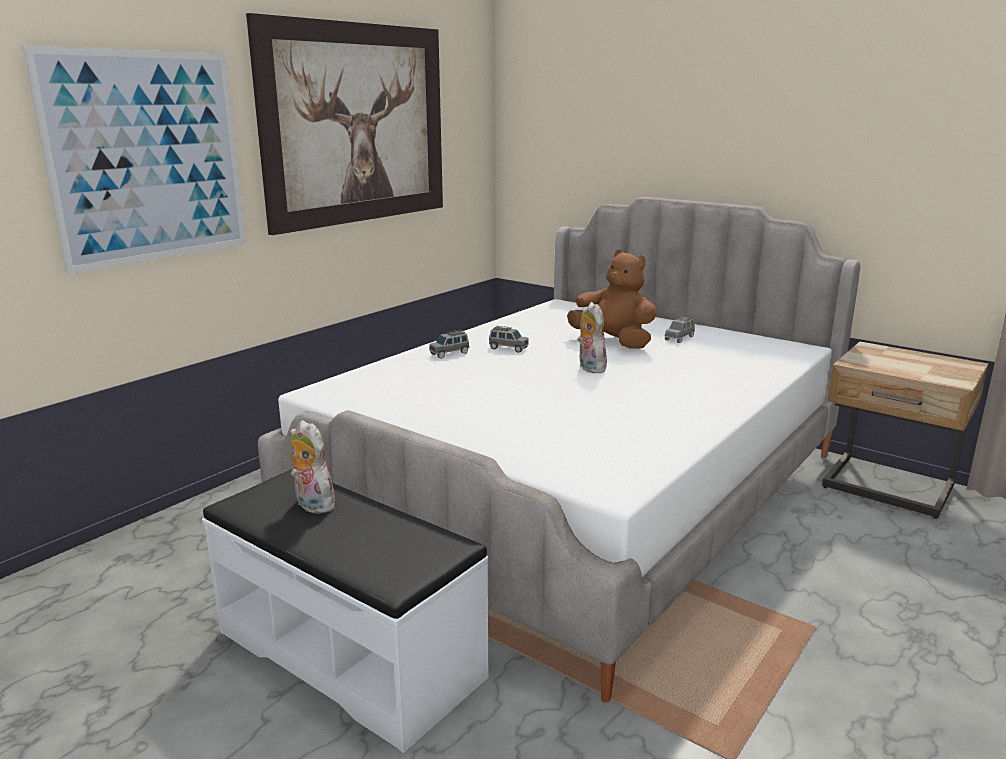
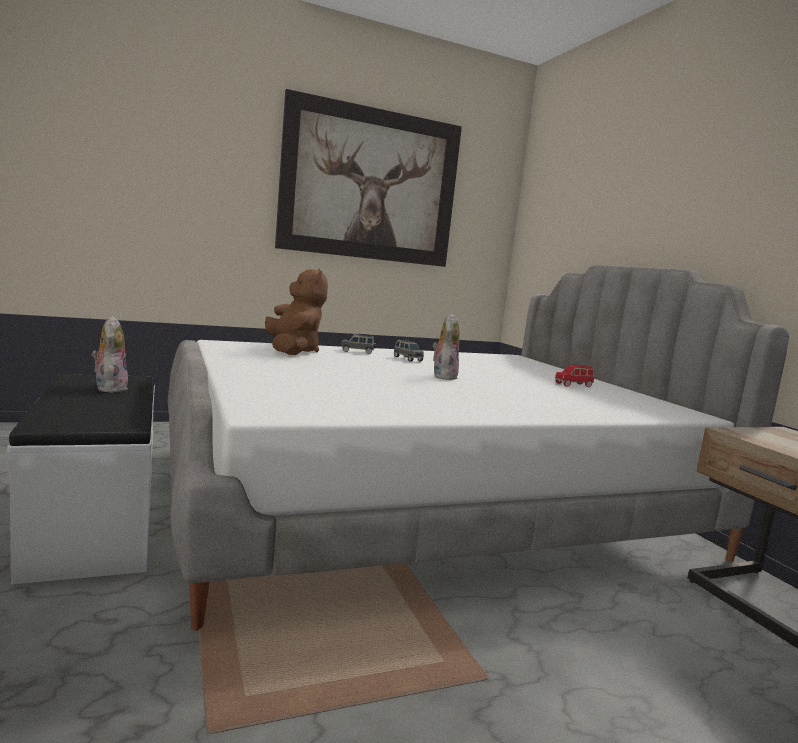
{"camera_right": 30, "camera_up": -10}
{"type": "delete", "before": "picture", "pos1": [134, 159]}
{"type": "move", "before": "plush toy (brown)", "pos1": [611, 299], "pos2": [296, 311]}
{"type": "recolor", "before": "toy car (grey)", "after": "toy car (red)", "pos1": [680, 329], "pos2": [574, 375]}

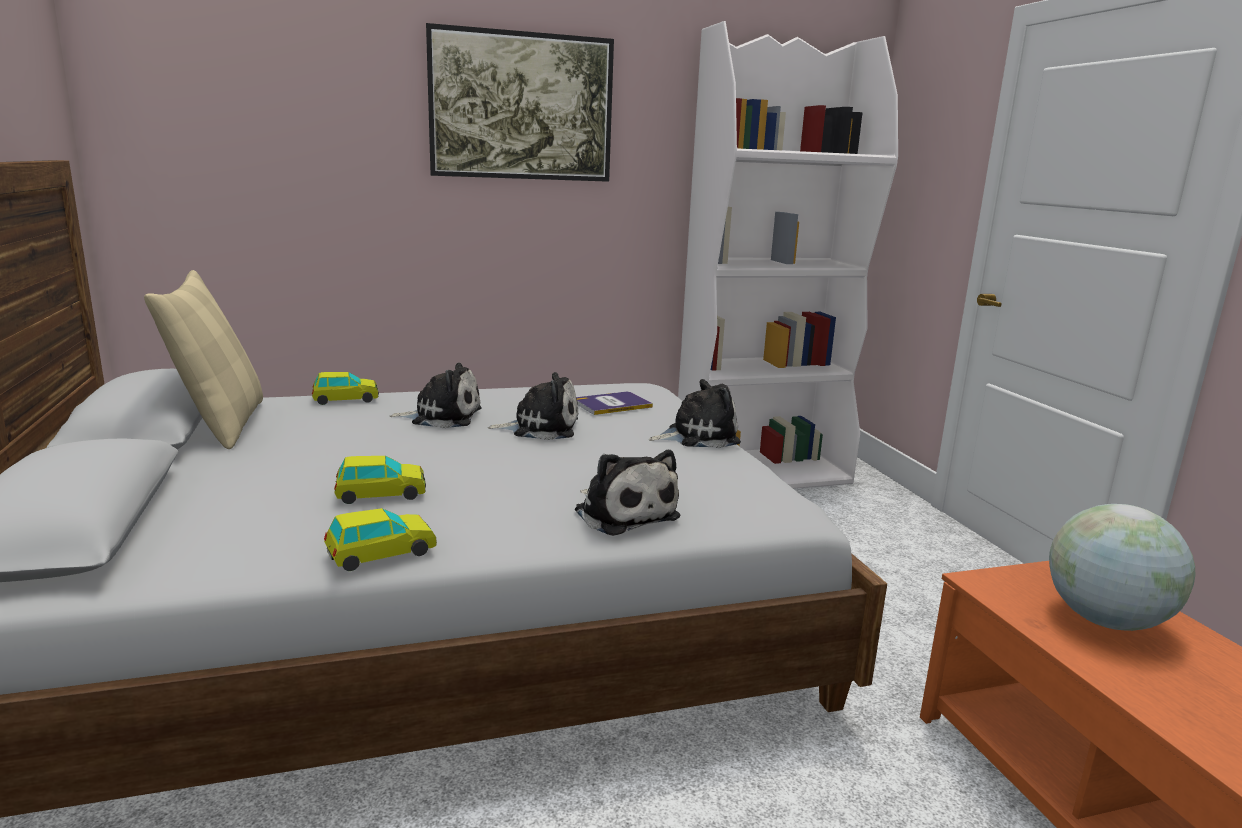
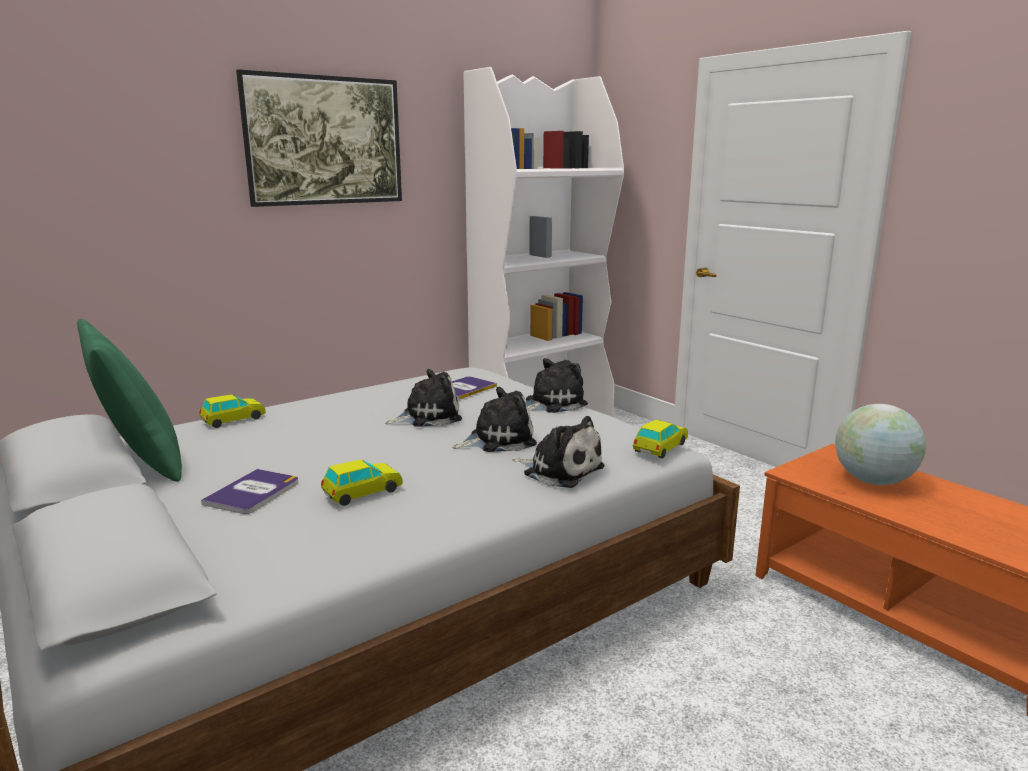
{"camera_right": -20, "camera_up": 0}
{"type": "recolor", "before": "pillow (beige)", "after": "pillow (green)", "pos1": [203, 359], "pos2": [129, 400]}
{"type": "move", "before": "plush toy", "pos1": [436, 395], "pos2": [495, 419]}
{"type": "move", "before": "toy car", "pos1": [380, 539], "pos2": [660, 439]}
{"type": "insert", "after": "book", "pos2": [250, 491]}

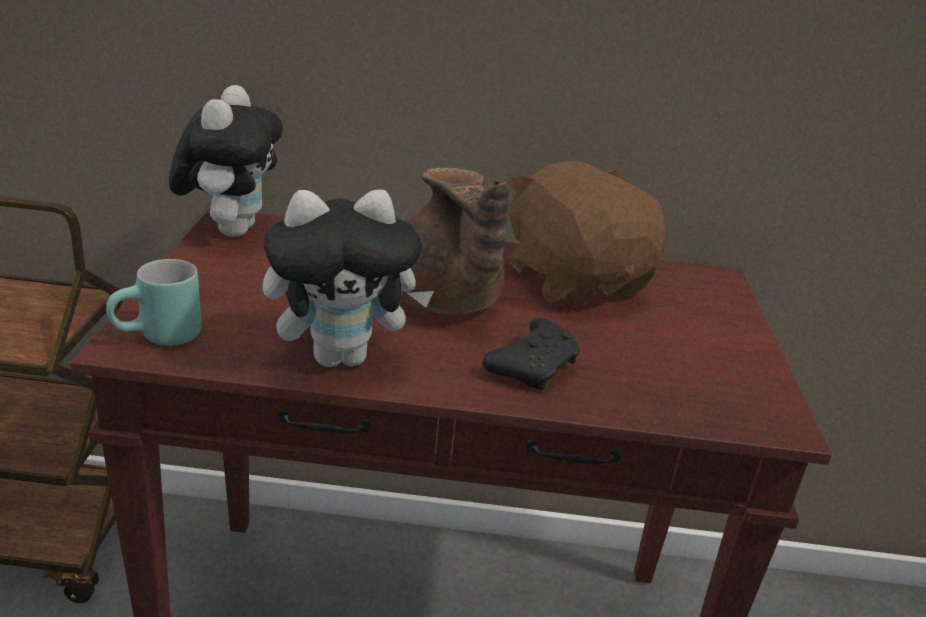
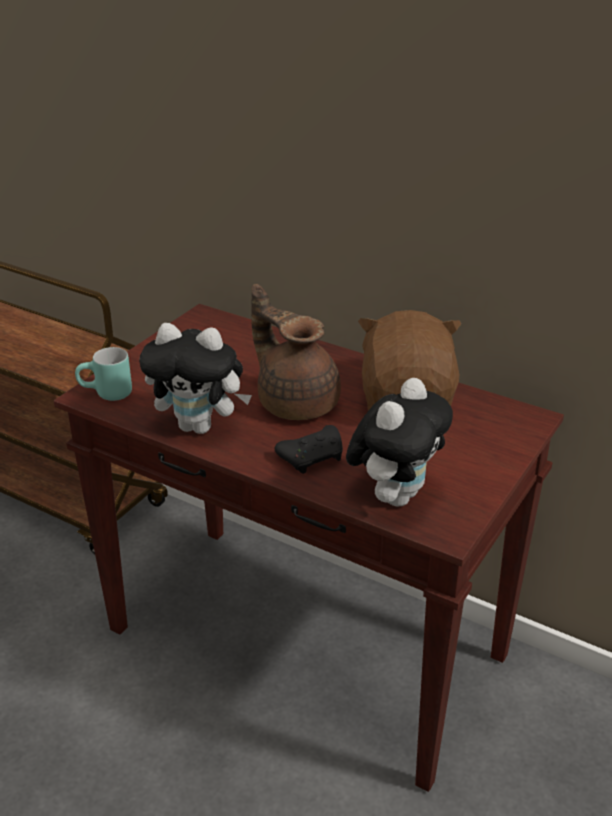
{"camera_right": 30, "camera_up": 5}
{"type": "move", "before": "plush toy", "pos1": [226, 161], "pos2": [399, 442]}
{"type": "rotate", "before": "teapot (brown)", "pos1": [455, 241], "pos2": [296, 352], "turn": 135}

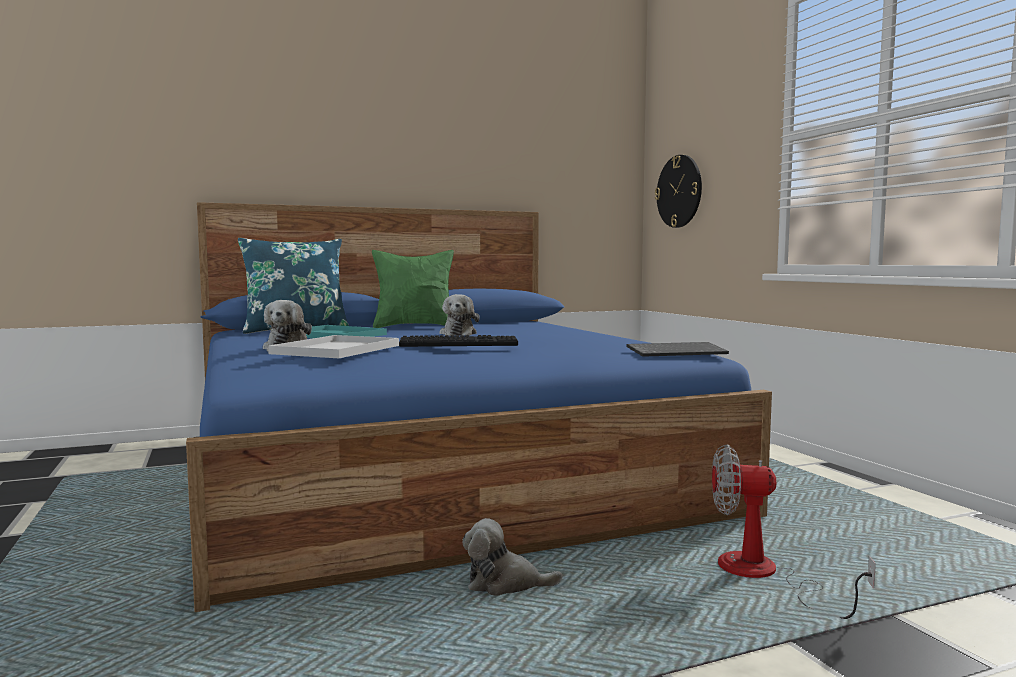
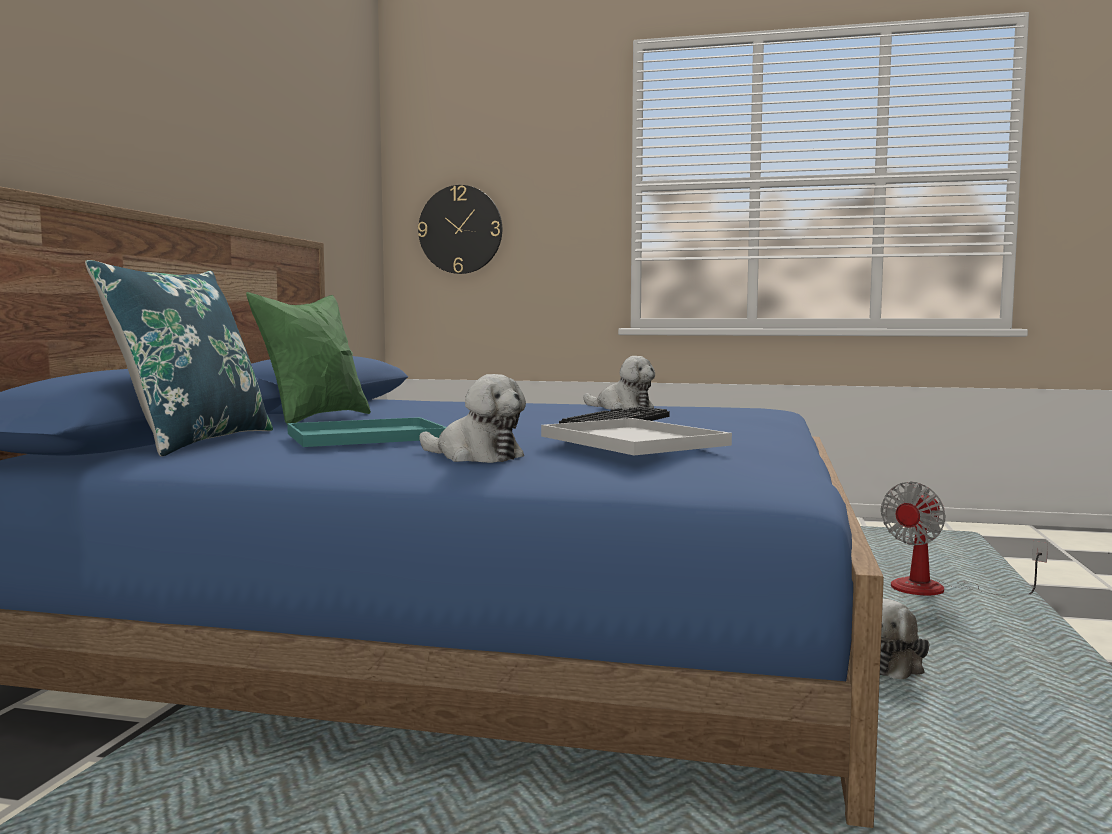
{"camera_right": -55, "camera_up": 0}
{"type": "move", "before": "plush toy", "pos1": [459, 315], "pos2": [619, 383]}
{"type": "delete", "before": "keyboard", "pos1": [677, 349]}

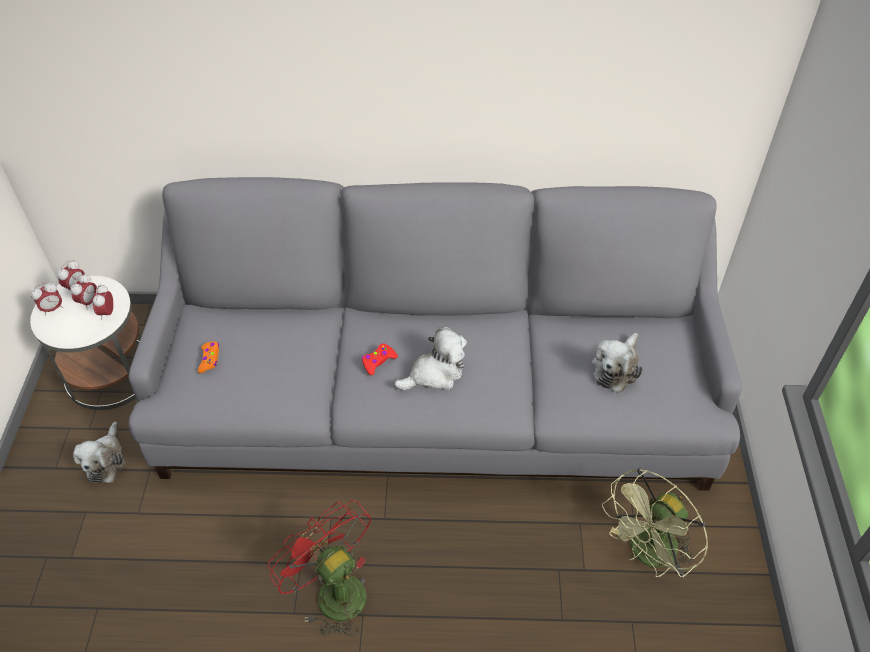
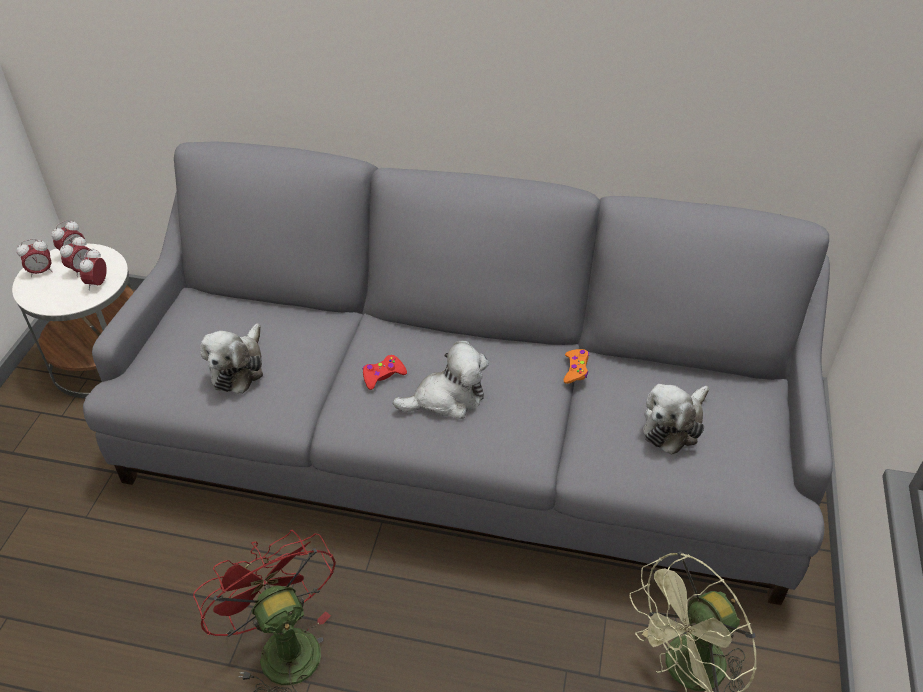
{"camera_right": 10, "camera_up": -5}
{"type": "move", "before": "game controller (orange)", "pos1": [208, 357], "pos2": [576, 366]}
{"type": "move", "before": "plush toy", "pos1": [99, 452], "pos2": [231, 358]}

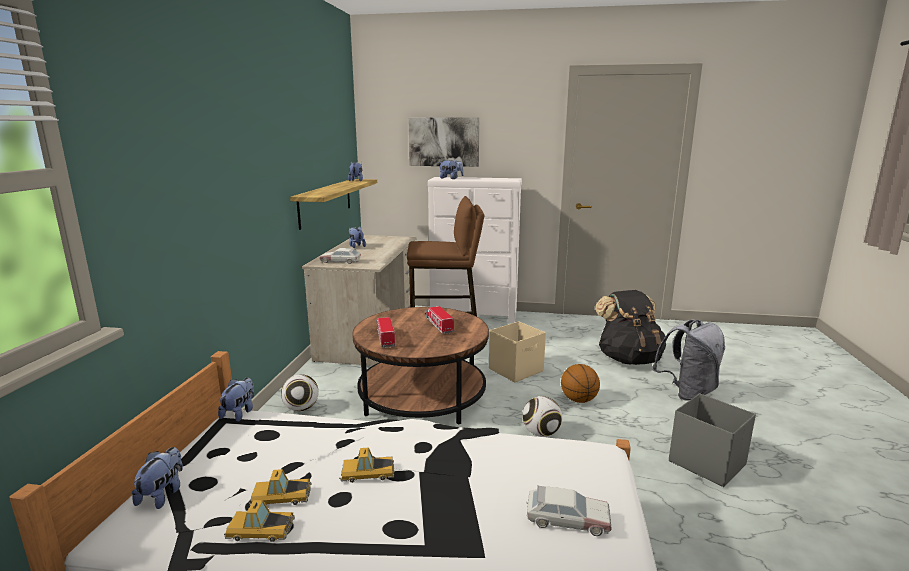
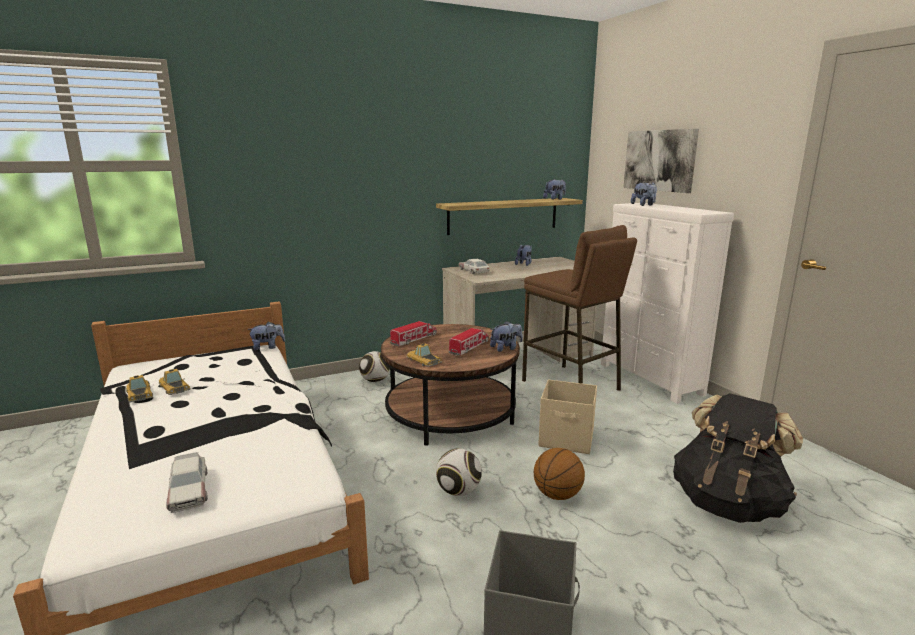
{"camera_right": 55, "camera_up": 0}
{"type": "delete", "before": "backpack (grey)", "pos1": [688, 360]}
{"type": "move", "before": "plush toy", "pos1": [157, 478], "pos2": [506, 336]}
{"type": "move", "before": "toy car", "pos1": [366, 465], "pos2": [424, 355]}

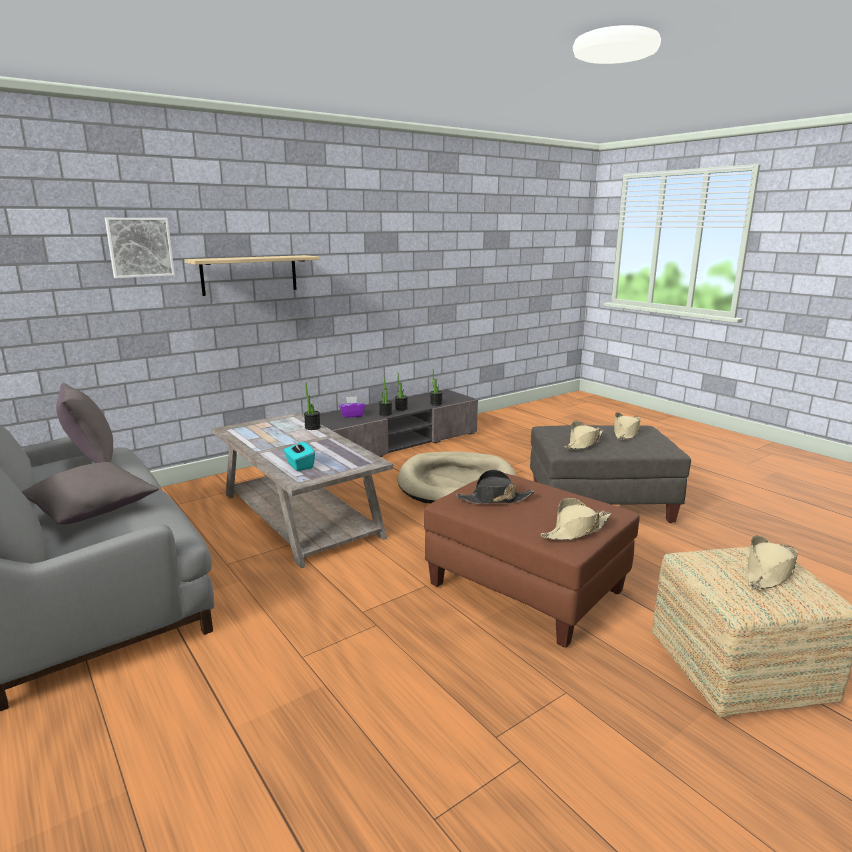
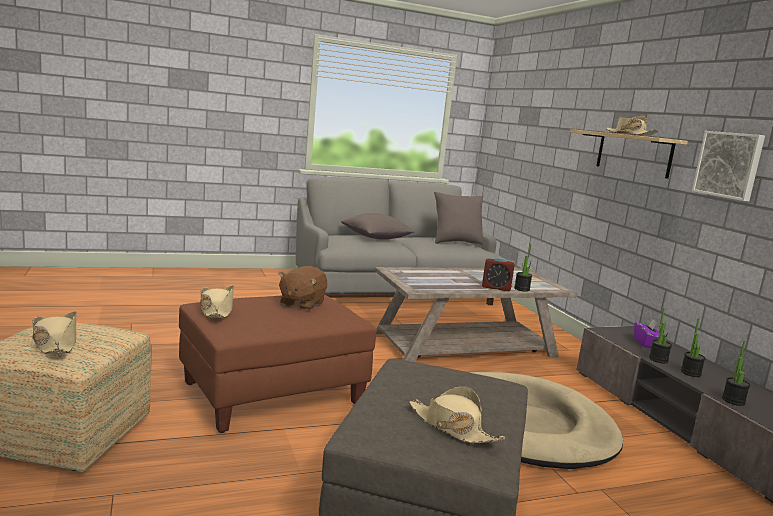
{"camera_right": 105, "camera_up": -5}
{"type": "move", "before": "picture", "pos1": [140, 248], "pos2": [728, 166]}
{"type": "move", "before": "hat (beige)", "pos1": [583, 435], "pos2": [632, 126]}
{"type": "delete", "before": "tissue box (turquoise)", "pos1": [299, 456]}
{"type": "replace", "before": "hat (black)", "after": "plush toy (brown)", "pos1": [495, 486], "pos2": [302, 288]}
{"type": "insert", "after": "alarm clock", "pos2": [498, 274]}

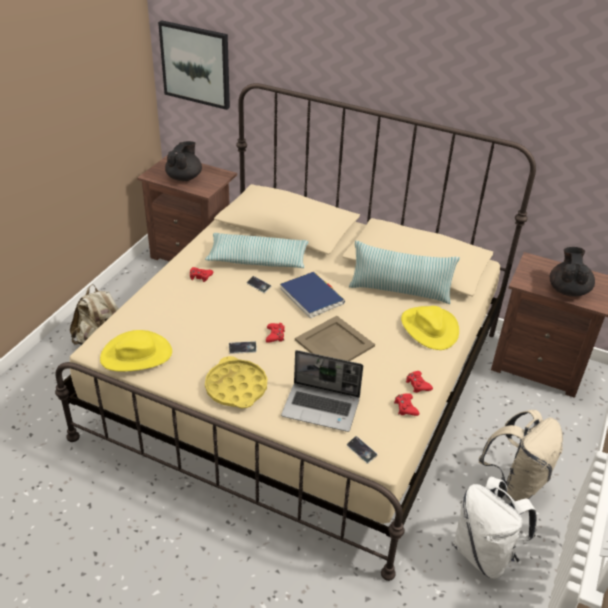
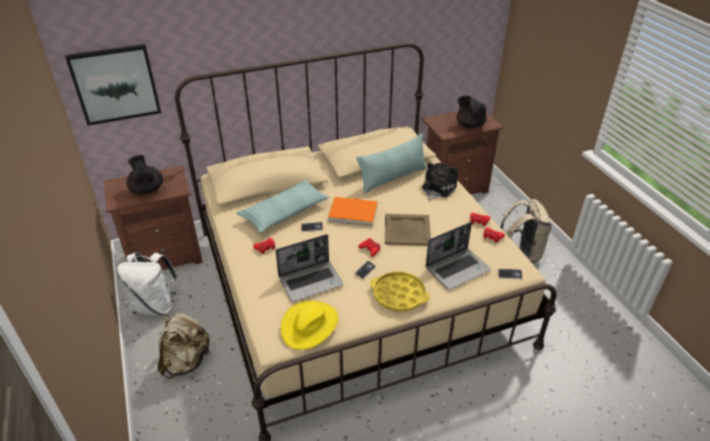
{"camera_right": -45, "camera_up": 0}
{"type": "recolor", "before": "book (blue)", "after": "book (orange)", "pos1": [312, 295], "pos2": [353, 211]}
{"type": "replace", "before": "hat (yellow)", "after": "plush toy", "pos1": [430, 328], "pos2": [440, 182]}
{"type": "move", "before": "backpack (white)", "pos1": [495, 528], "pos2": [147, 284]}
{"type": "insert", "after": "laptop", "pos2": [310, 268]}

